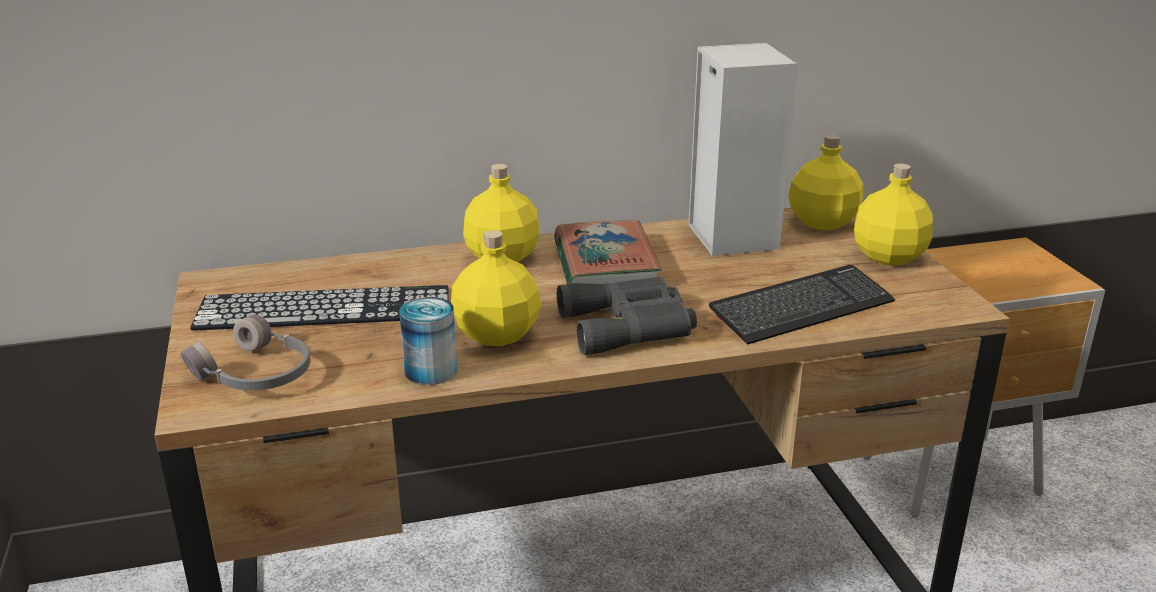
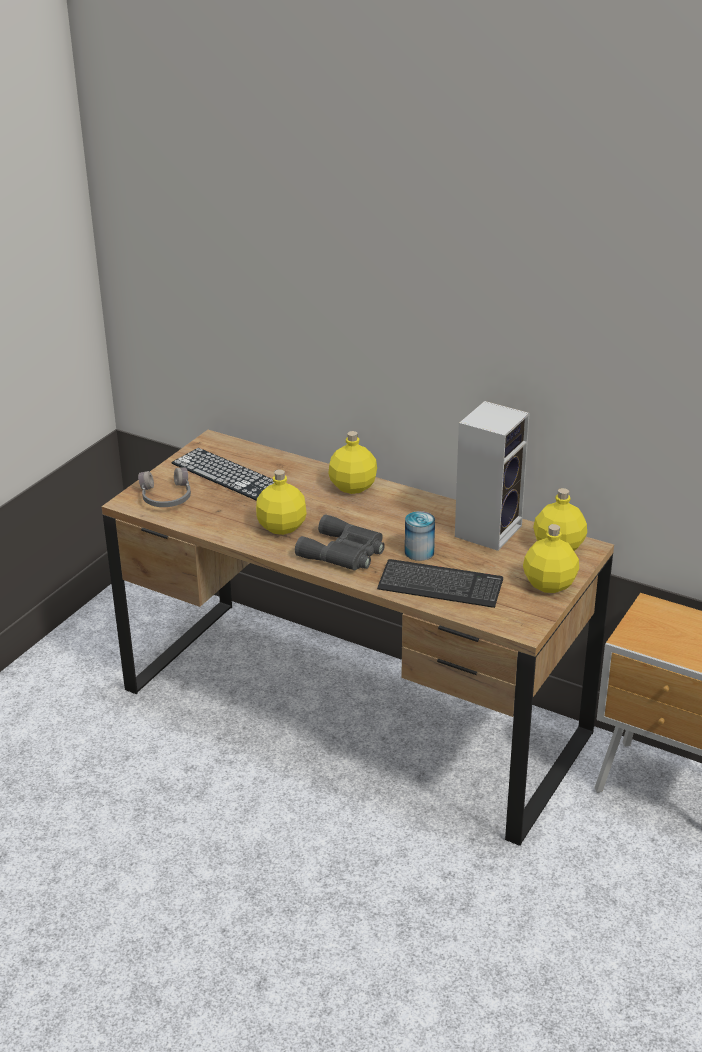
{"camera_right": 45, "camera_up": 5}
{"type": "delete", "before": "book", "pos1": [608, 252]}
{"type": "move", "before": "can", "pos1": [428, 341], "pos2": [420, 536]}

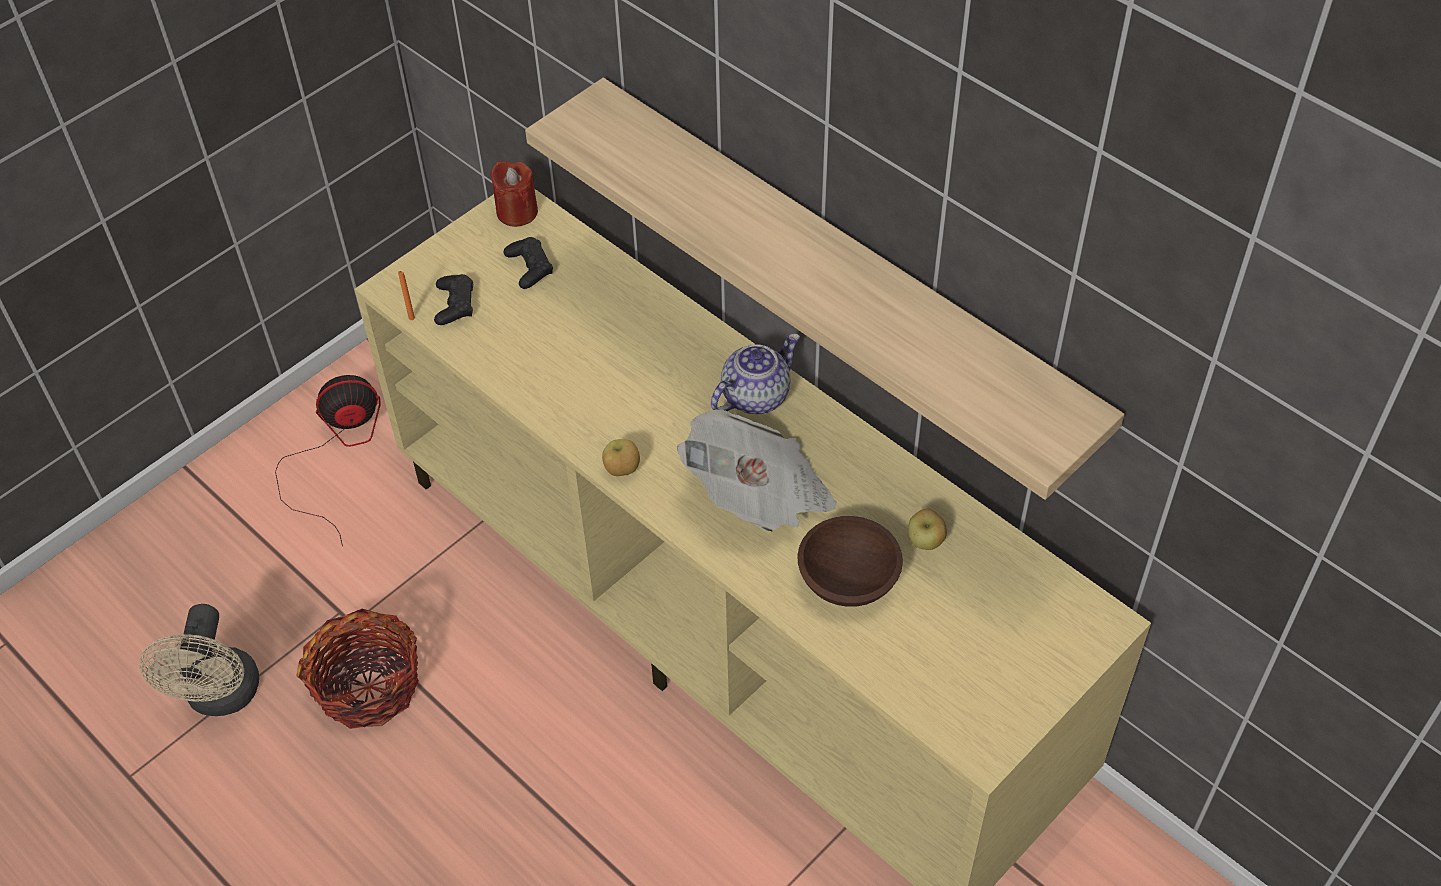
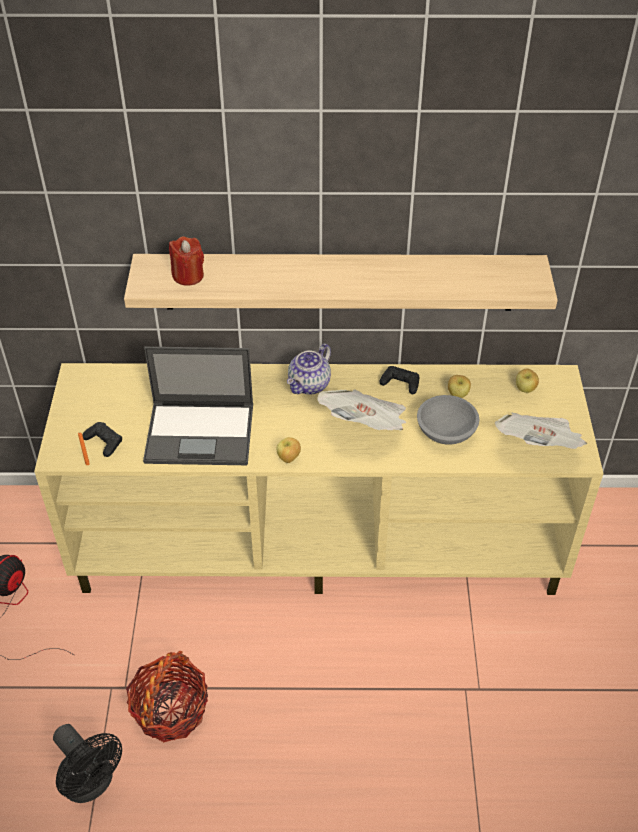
{"camera_right": -45, "camera_up": -5}
{"type": "move", "before": "candle (red)", "pos1": [514, 194], "pos2": [186, 261]}
{"type": "move", "before": "game controller (black)", "pos1": [528, 263], "pos2": [399, 380]}
{"type": "rotate", "before": "teapot", "pos1": [755, 373], "pos2": [309, 369], "turn": -150}
{"type": "recolor", "before": "bowl (brown)", "after": "bowl (grey)", "pos1": [850, 561], "pos2": [448, 420]}
{"type": "recolor", "before": "fan (beige)", "after": "fan (black)", "pos1": [199, 660], "pos2": [87, 763]}
{"type": "insert", "after": "laptop", "pos2": [198, 406]}
{"type": "insert", "after": "apple", "pos2": [527, 381]}
{"type": "insert", "after": "newspaper", "pos2": [541, 431]}

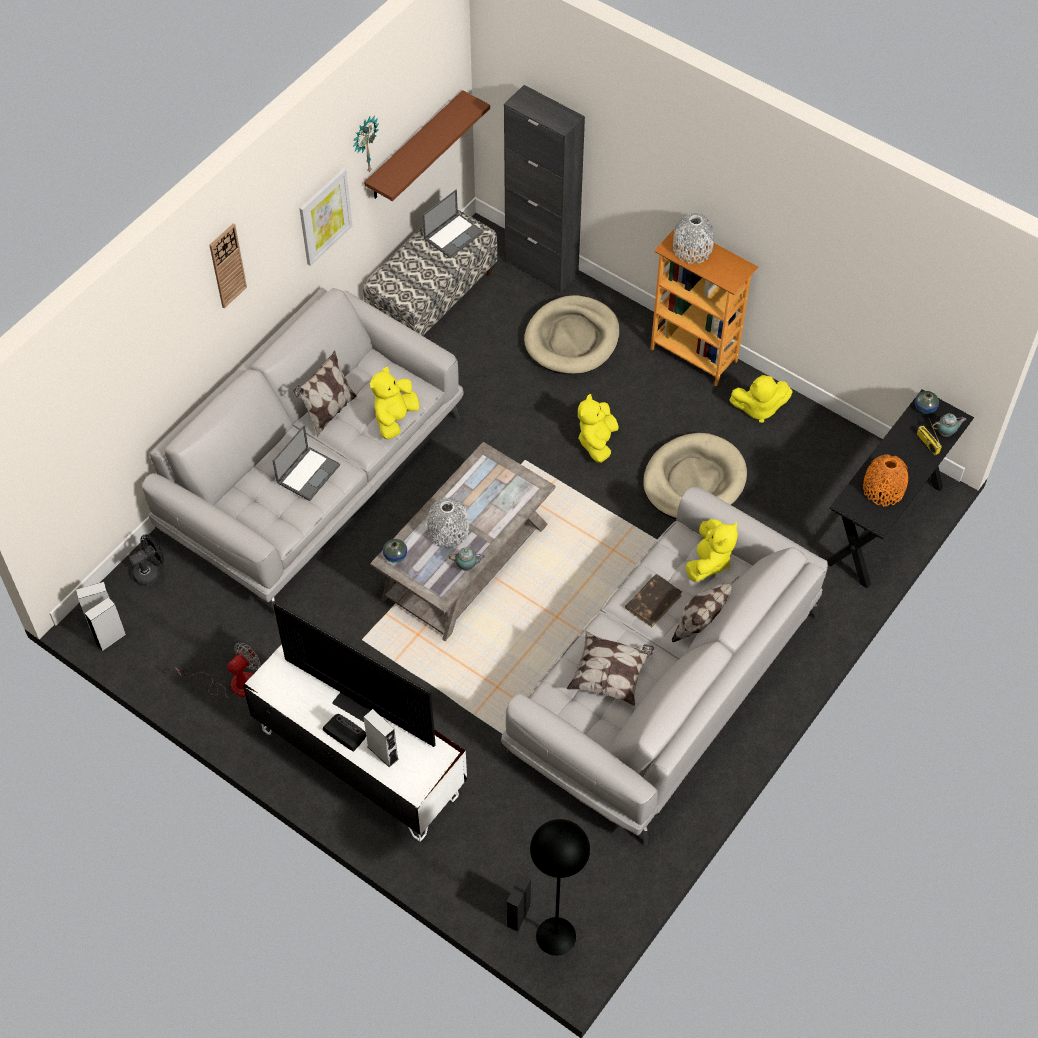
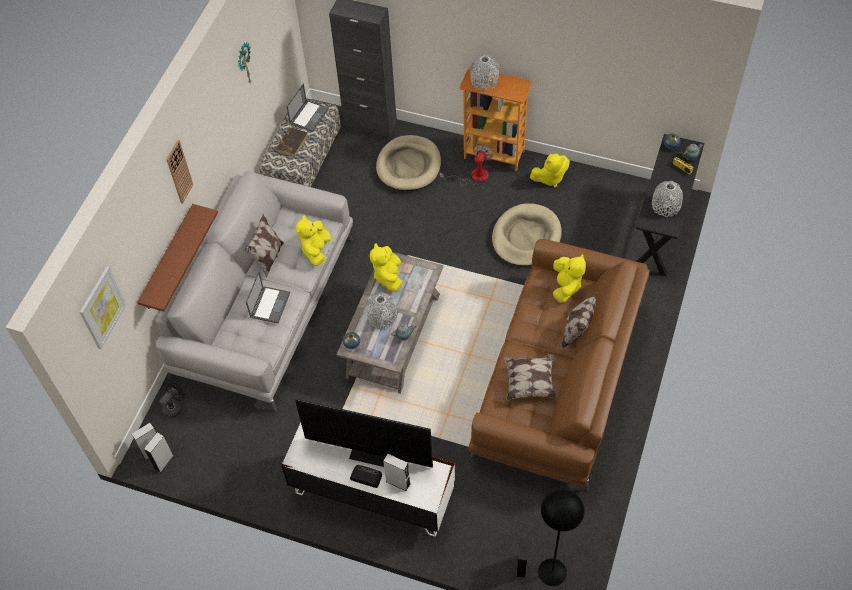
{"camera_right": -15, "camera_up": 0}
{"type": "move", "before": "shelf (brown)", "pos1": [427, 145], "pos2": [177, 258]}
{"type": "move", "before": "picture", "pos1": [326, 217], "pos2": [103, 307]}
{"type": "move", "before": "plush toy (yellow)", "pos1": [598, 428], "pos2": [386, 267]}
{"type": "recolor", "before": "vase (orange)", "after": "vase (grey)", "pos1": [885, 480], "pos2": [667, 199]}
{"type": "recolor", "before": "sofa (grey)", "after": "sofa (brown)", "pos1": [664, 666], "pos2": [559, 365]}
{"type": "move", "before": "book (brown)", "pos1": [653, 600], "pos2": [291, 142]}
{"type": "move", "before": "fan", "pos1": [218, 670], "pos2": [466, 165]}

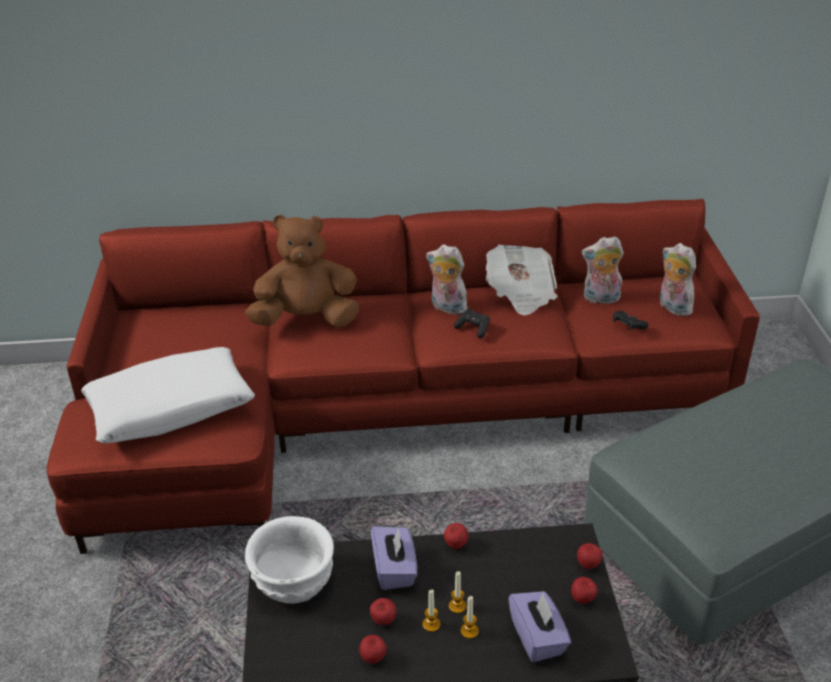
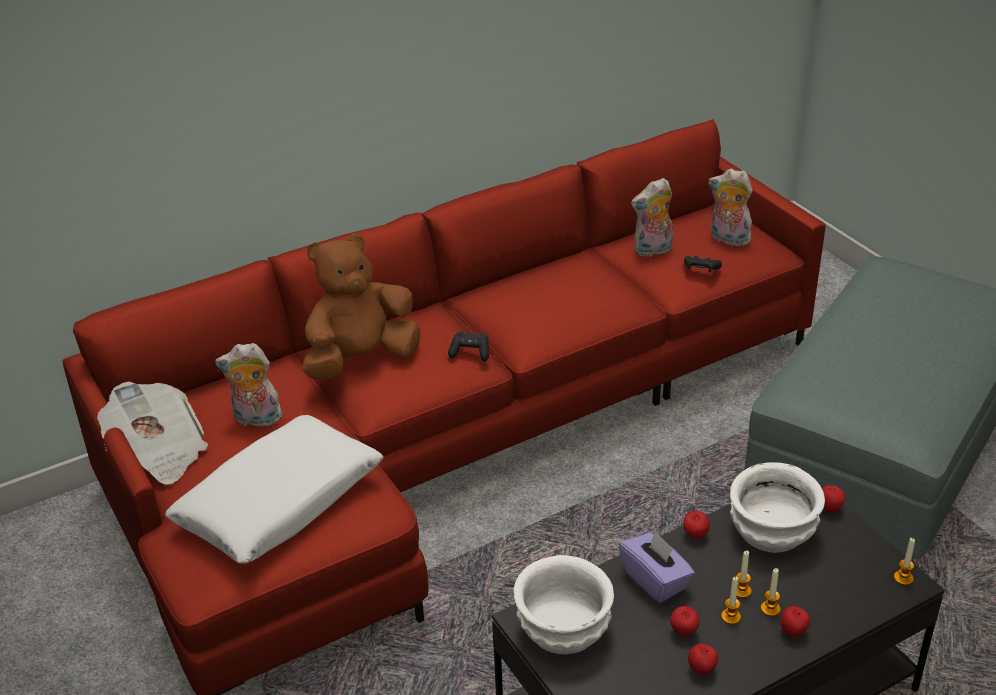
{"camera_right": -25, "camera_up": 0}
{"type": "move", "before": "plush toy", "pos1": [449, 280], "pos2": [248, 386]}
{"type": "move", "before": "newspaper", "pos1": [521, 280], "pos2": [152, 433]}
{"type": "move", "before": "game controller (black)", "pos1": [472, 323], "pos2": [468, 346]}
{"type": "move", "before": "apple", "pos1": [584, 590], "pos2": [795, 621]}
{"type": "delete", "before": "tissue box (purple)", "pos1": [539, 627]}
{"type": "insert", "after": "bowl (white)", "pos2": [777, 507]}
{"type": "insert", "after": "candle", "pos2": [904, 561]}

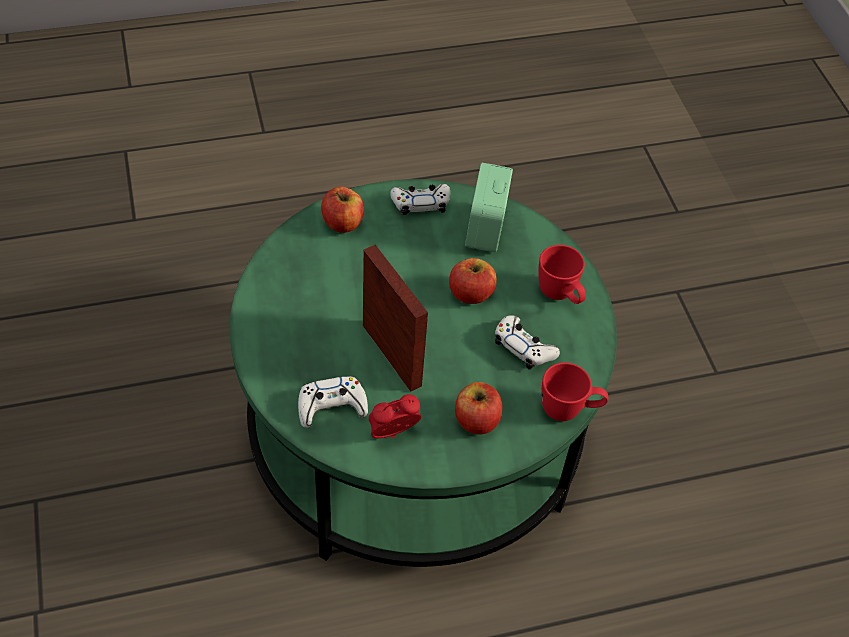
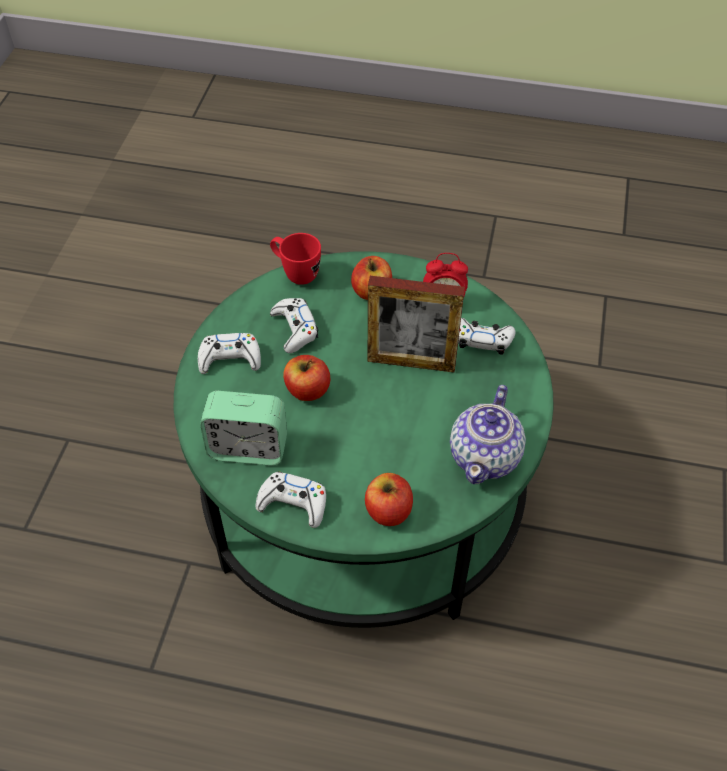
{"camera_right": -150, "camera_up": 0}
{"type": "rotate", "before": "alarm clock", "pos1": [489, 207], "pos2": [243, 428], "turn": 60}
{"type": "rotate", "before": "picture frame", "pos1": [395, 318], "pos2": [416, 324], "turn": -75}
{"type": "replace", "before": "mug (red)", "after": "game controller (white)", "pos1": [562, 274], "pos2": [229, 353]}
{"type": "insert", "after": "teapot", "pos2": [488, 434]}

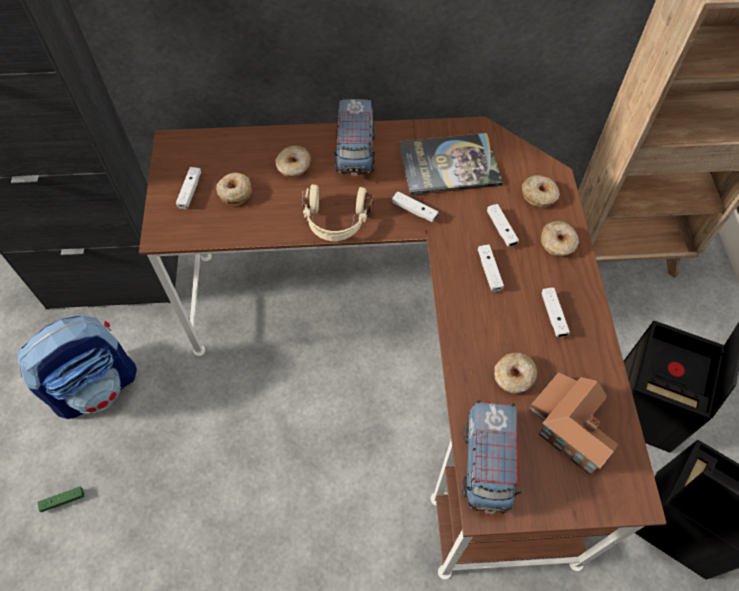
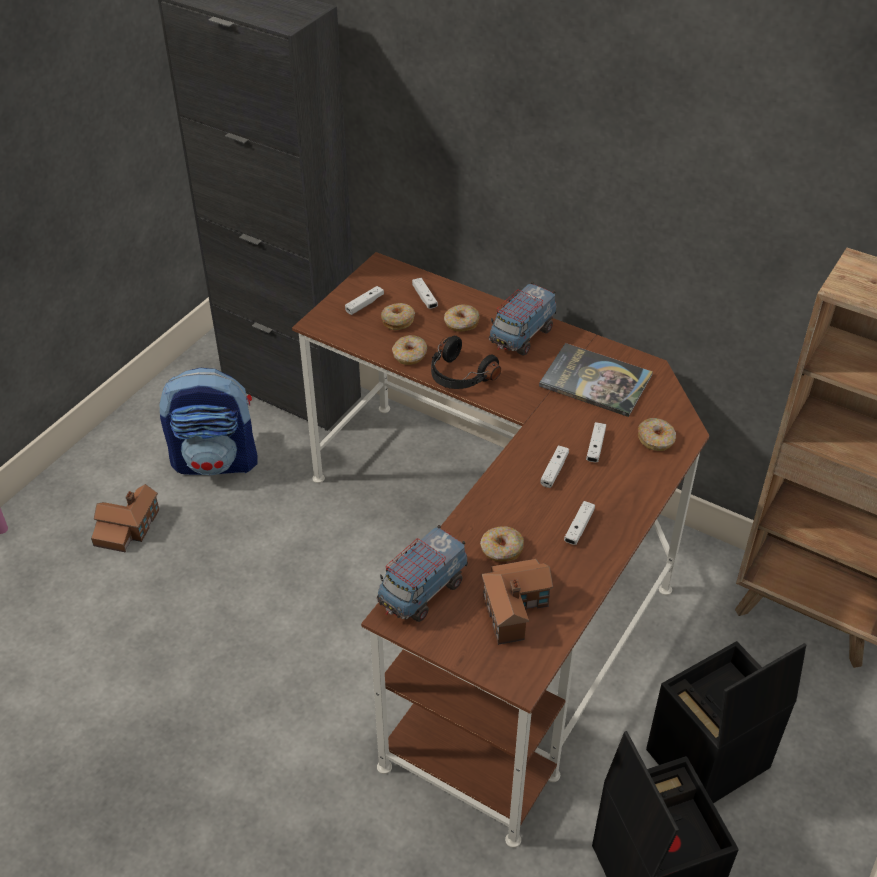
{"camera_right": 35, "camera_up": -15}
{"type": "recolor", "before": "headphones (beige)", "after": "headphones (black)", "pos1": [338, 212], "pos2": [466, 362]}
{"type": "move", "before": "game controller (white)", "pos1": [415, 207], "pos2": [425, 293]}
{"type": "move", "before": "donut", "pos1": [560, 239], "pos2": [409, 350]}
{"type": "replace", "before": "game controller (green)", "after": "toy house", "pos1": [61, 499], "pos2": [125, 518]}

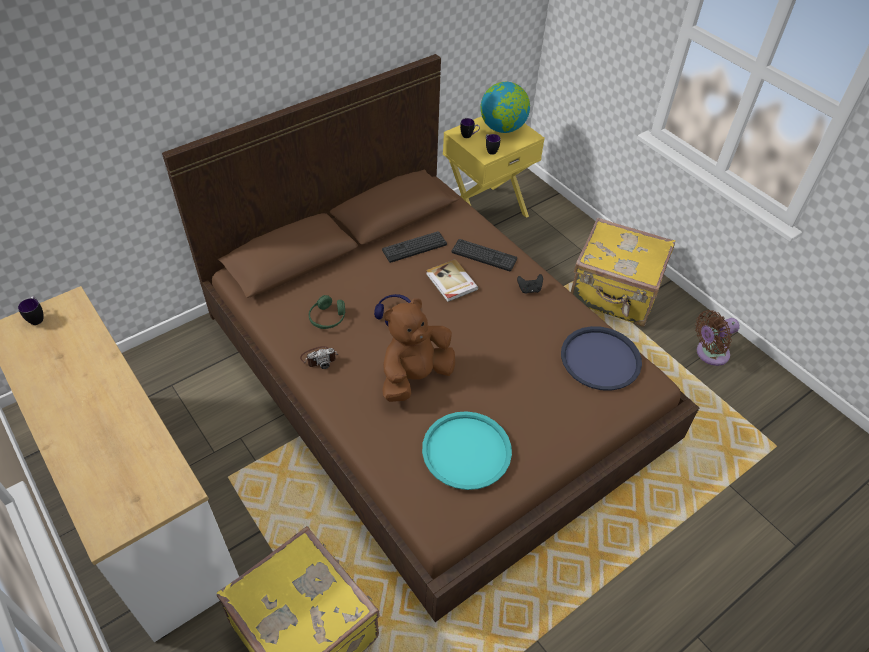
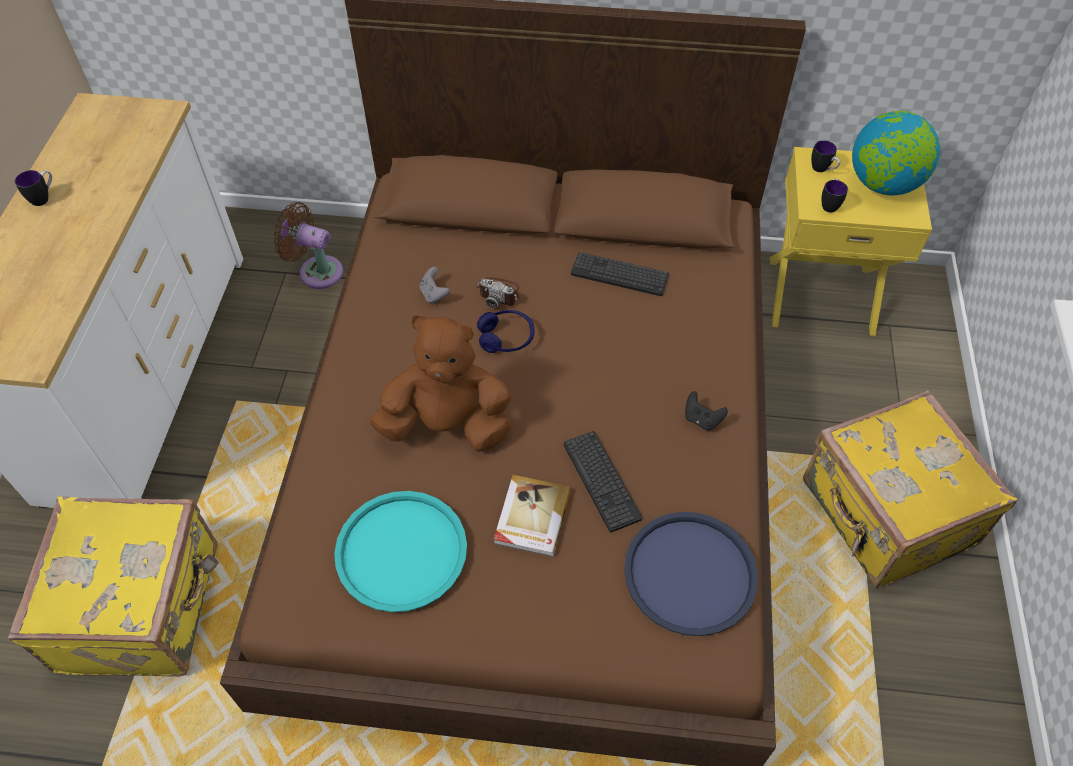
{"camera_right": 45, "camera_up": 5}
{"type": "move", "before": "keyboard", "pos1": [484, 255], "pos2": [603, 482]}
{"type": "move", "before": "book", "pos1": [452, 280], "pos2": [532, 516]}
{"type": "replace", "before": "headphones (green)", "after": "game controller (grey)", "pos1": [327, 312], "pos2": [435, 285]}
{"type": "move", "before": "mug", "pos1": [30, 310], "pos2": [33, 188]}
{"type": "move", "before": "fan (brown)", "pos1": [717, 338], "pos2": [308, 245]}
{"type": "move", "before": "photo camera", "pos1": [319, 357], "pos2": [498, 292]}

